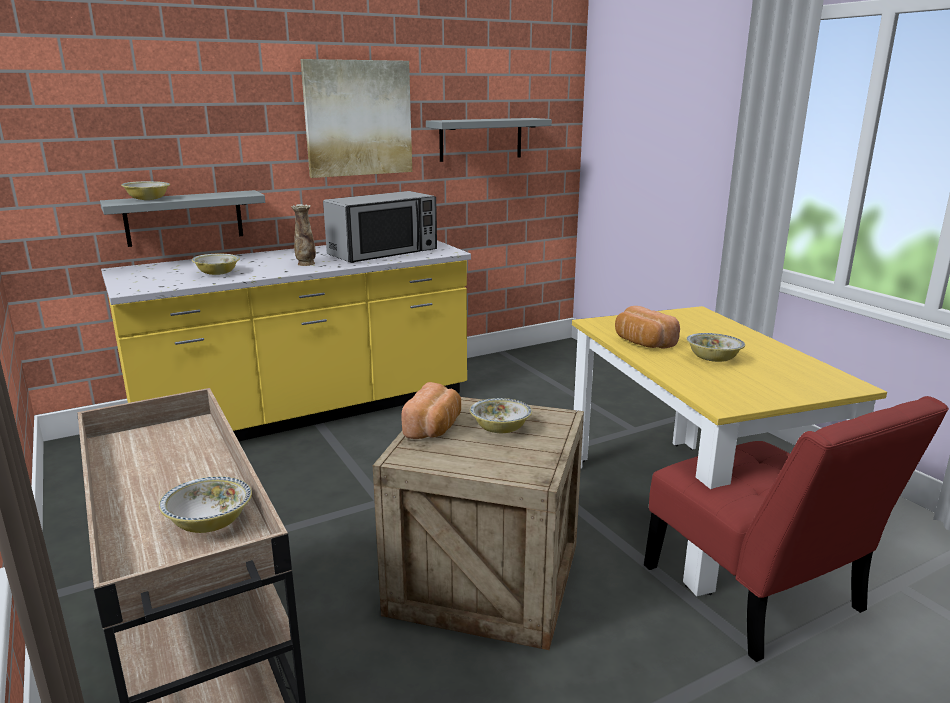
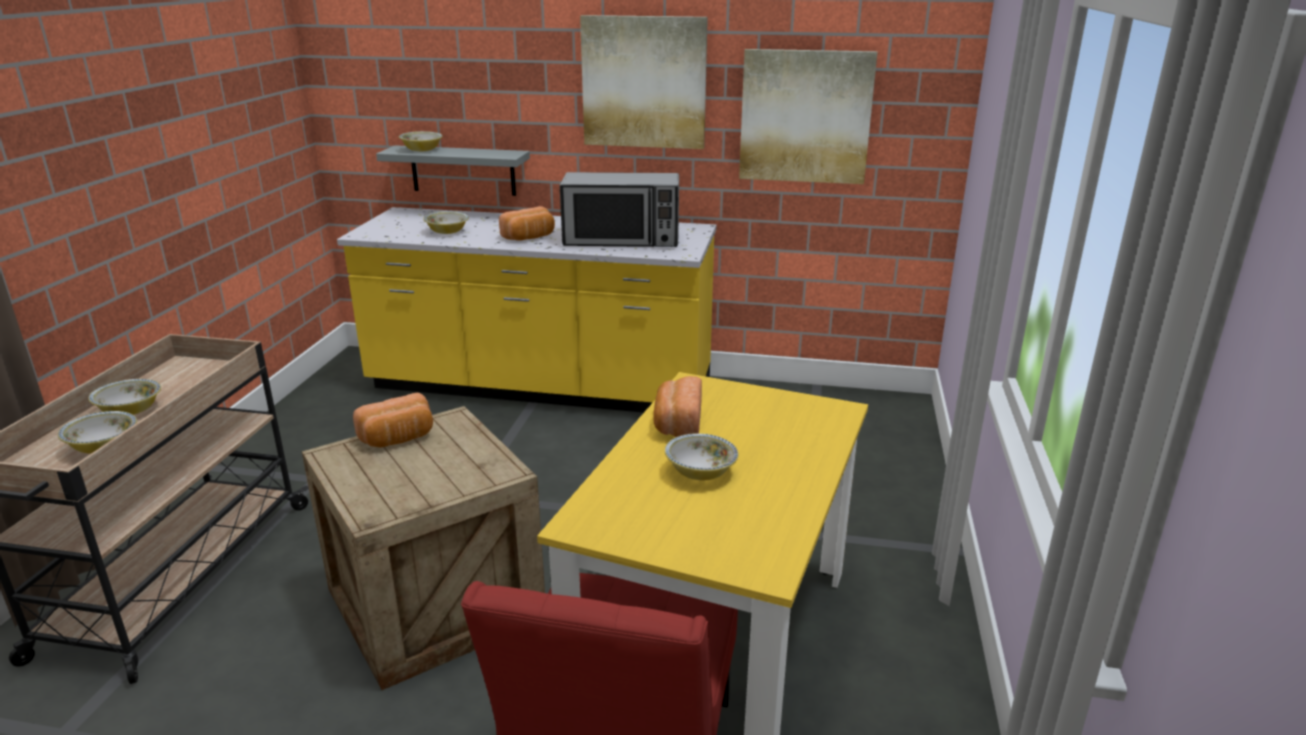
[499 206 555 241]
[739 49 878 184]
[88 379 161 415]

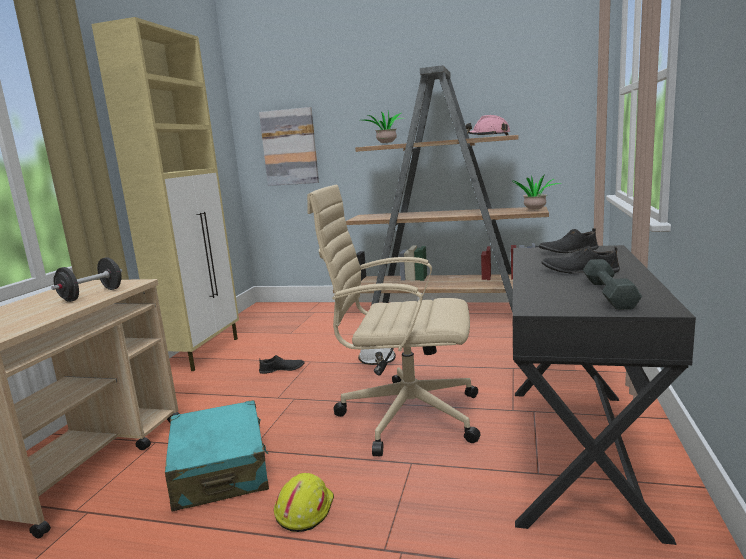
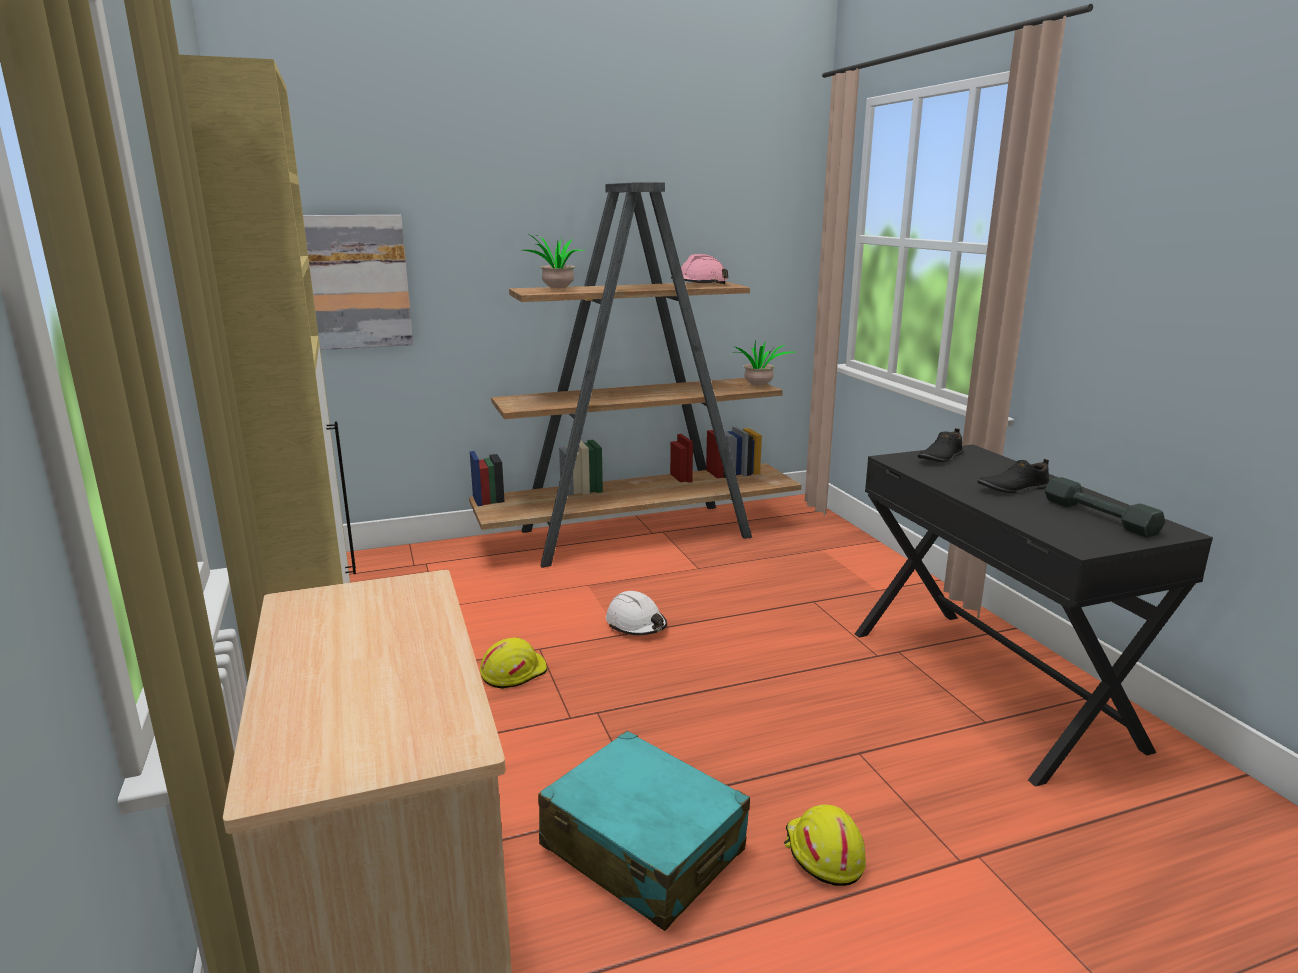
[51 257 122 302] (first image)
[480 638 547 689]
[307 185 481 456] (first image)

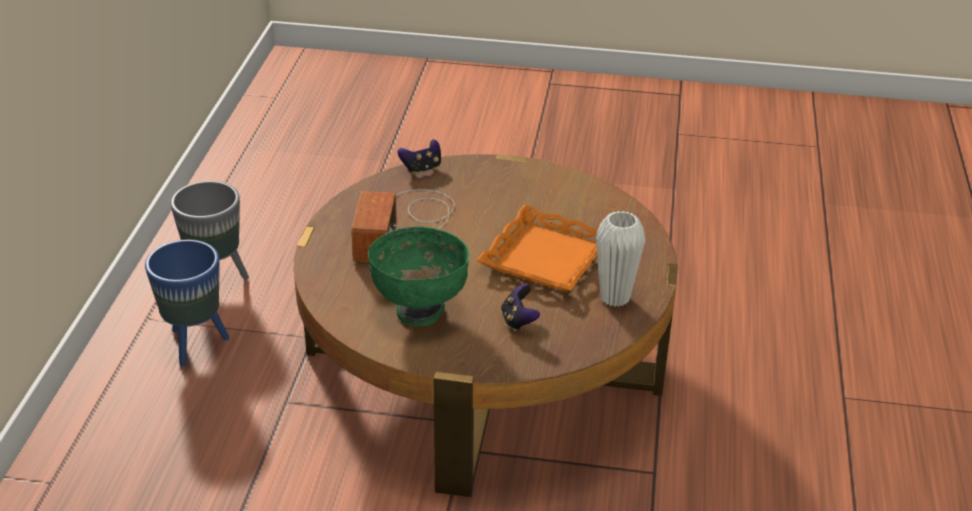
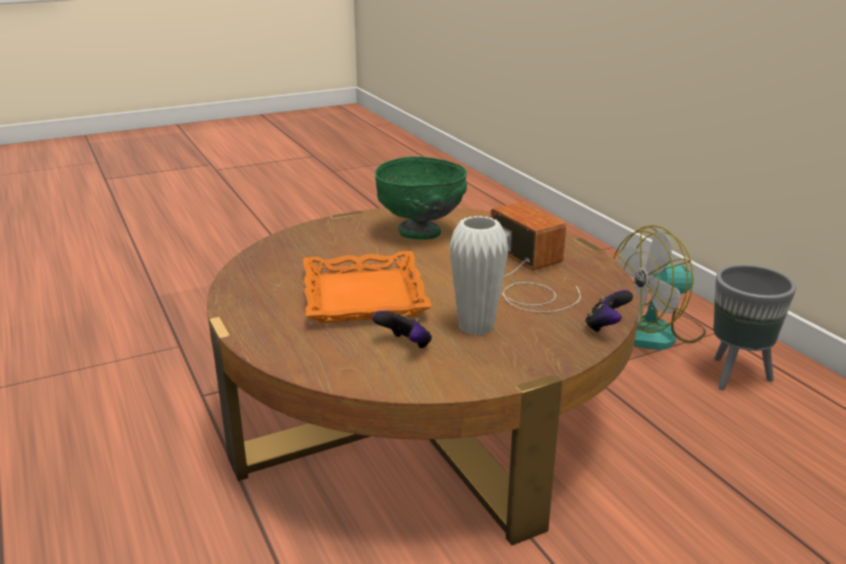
[614 225 706 350]
[372 311 432 349]
[449 216 509 336]

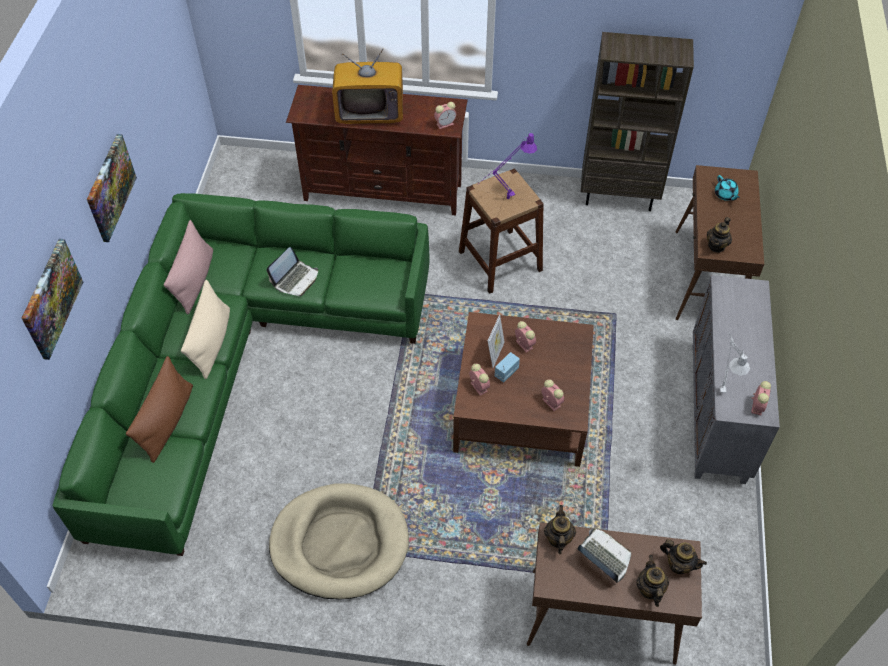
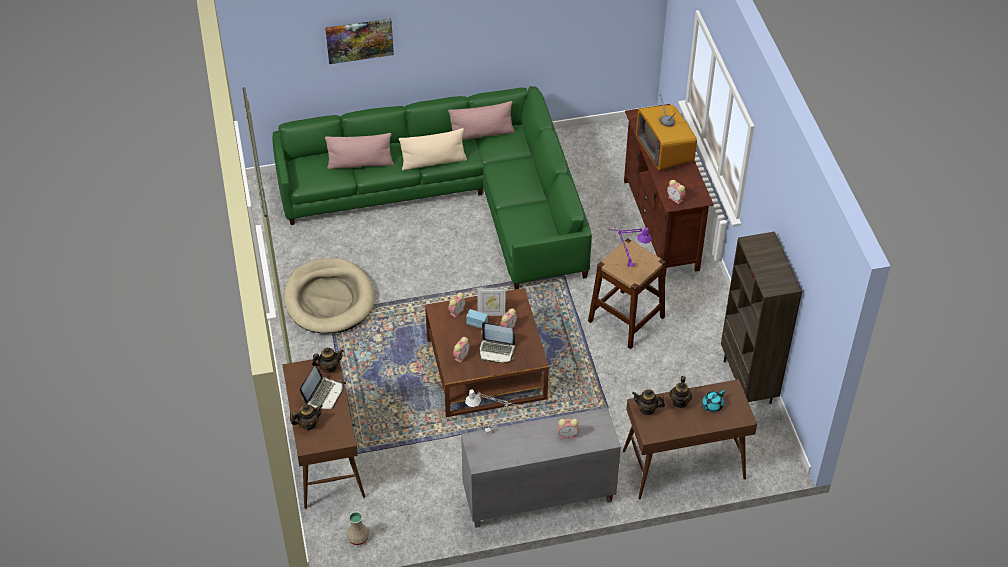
[87 134 137 242] (first image)
[325 133 394 169]
[480 322 515 363]
[669 376 692 408]
[558 419 579 439]
[346 511 369 545]

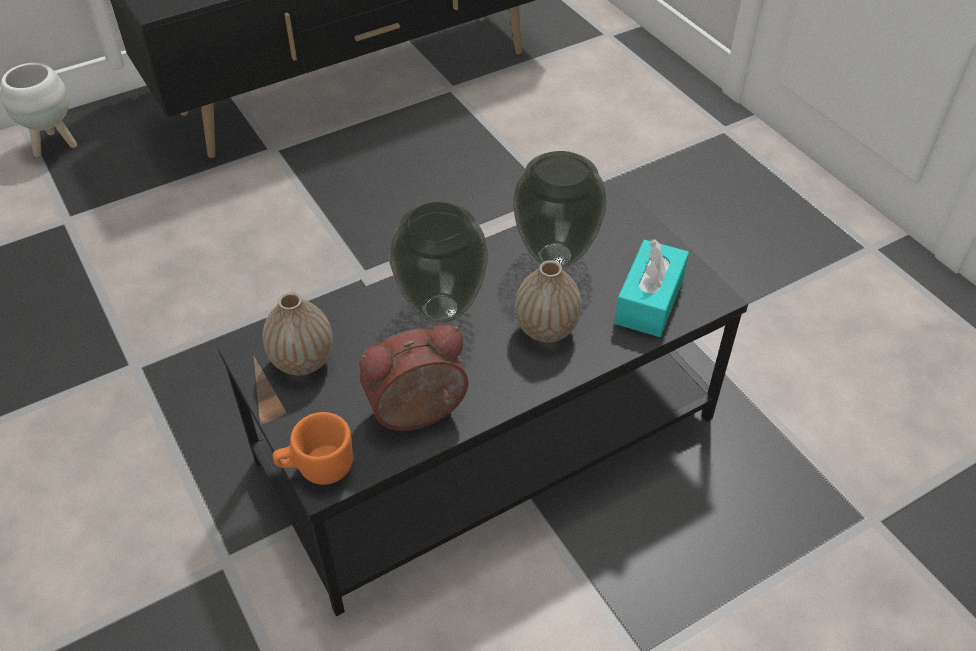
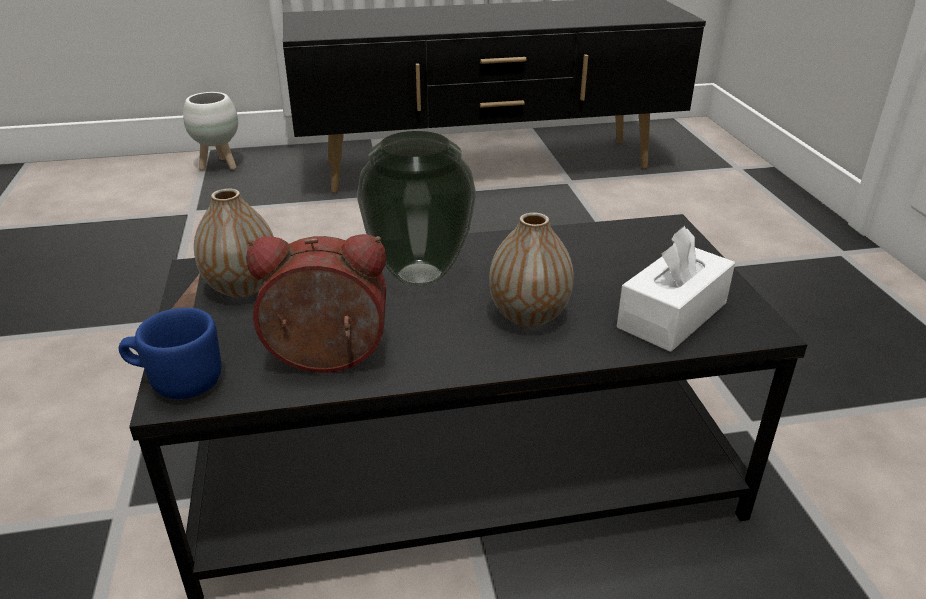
[119 308 221 399]
[512 151 607 268] (first image)
[617 226 735 352]

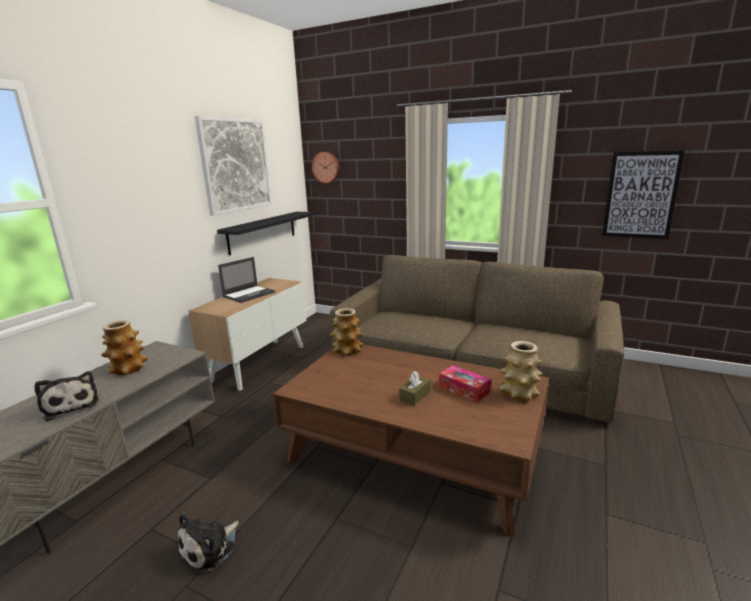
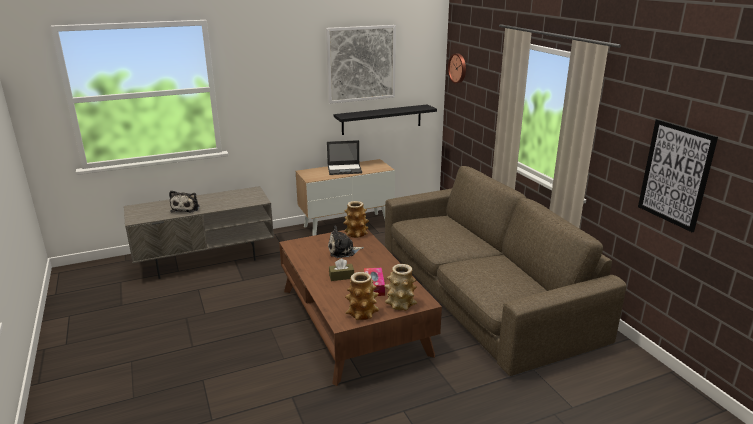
[345 272 379 320]
[328 225 364 258]

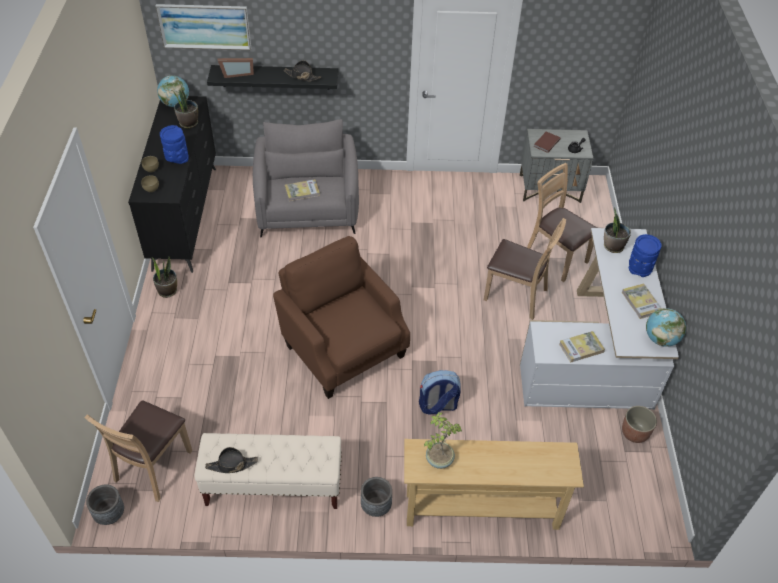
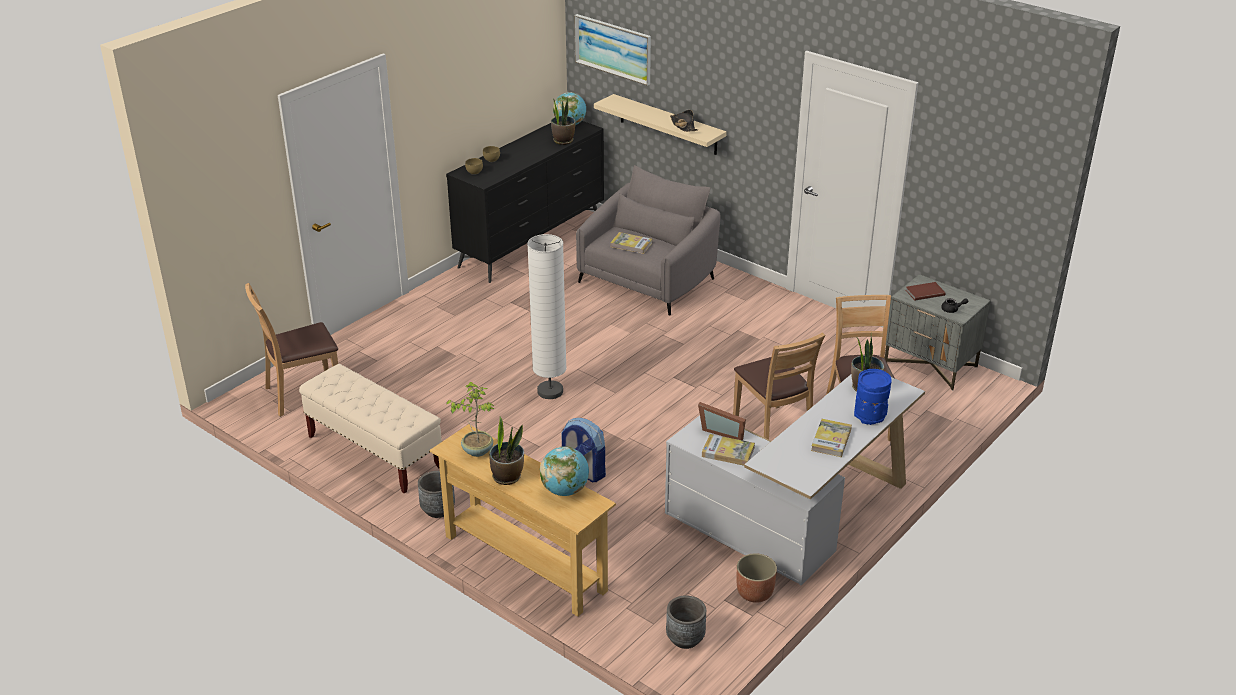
[666 595 706 649]
[489 416 524 485]
[160 125 189 164] (first image)
[205 447 258 473] (first image)
[594 94 727 155]
[698 402 746 440]
[527 234 567 399]
[540 446 589 496]

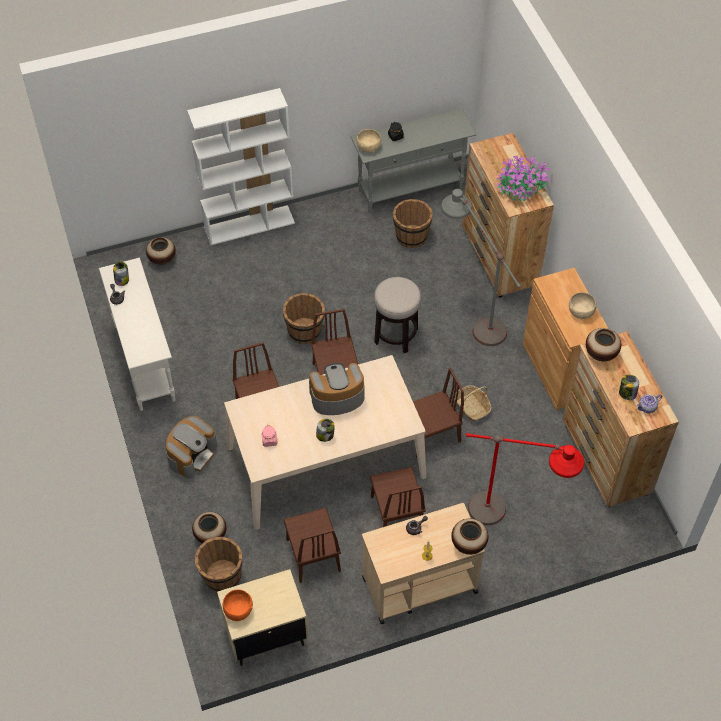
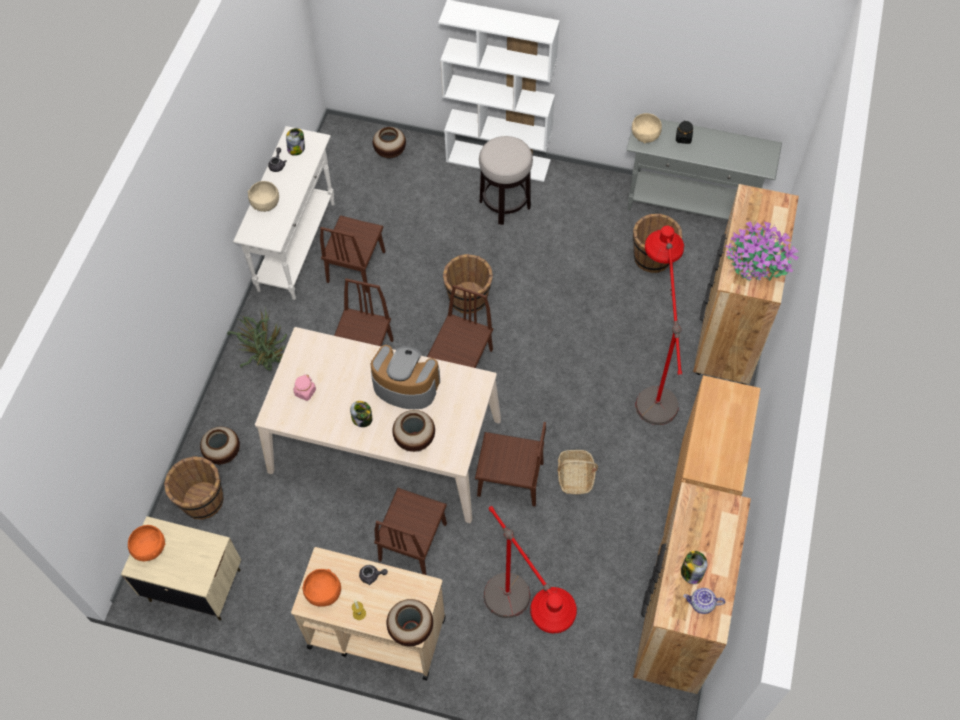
[227 307 287 371]
[320 215 385 293]
[479 136 533 225]
[636 226 684 425]
[248 181 279 212]
[392 410 435 452]
[303 569 341 607]

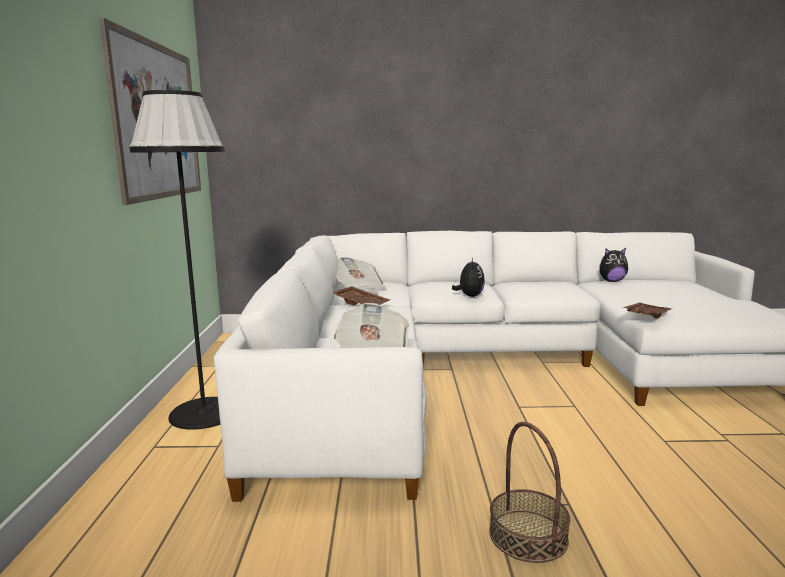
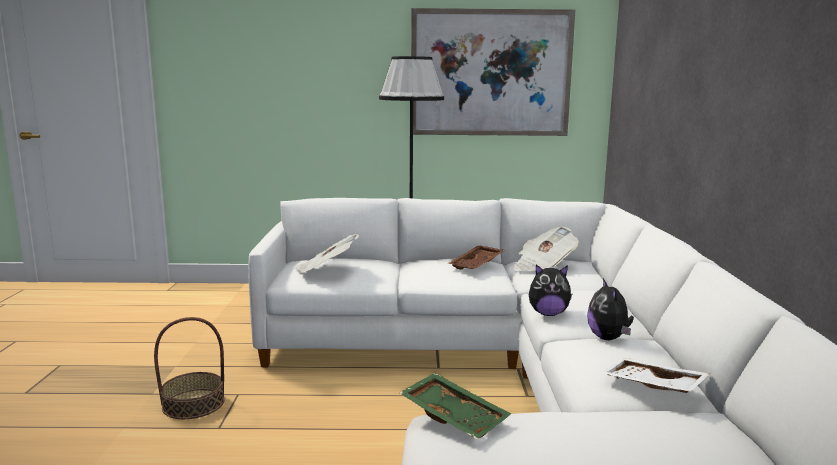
[587 278 634 340]
[399 373 511 440]
[600 358 710 393]

